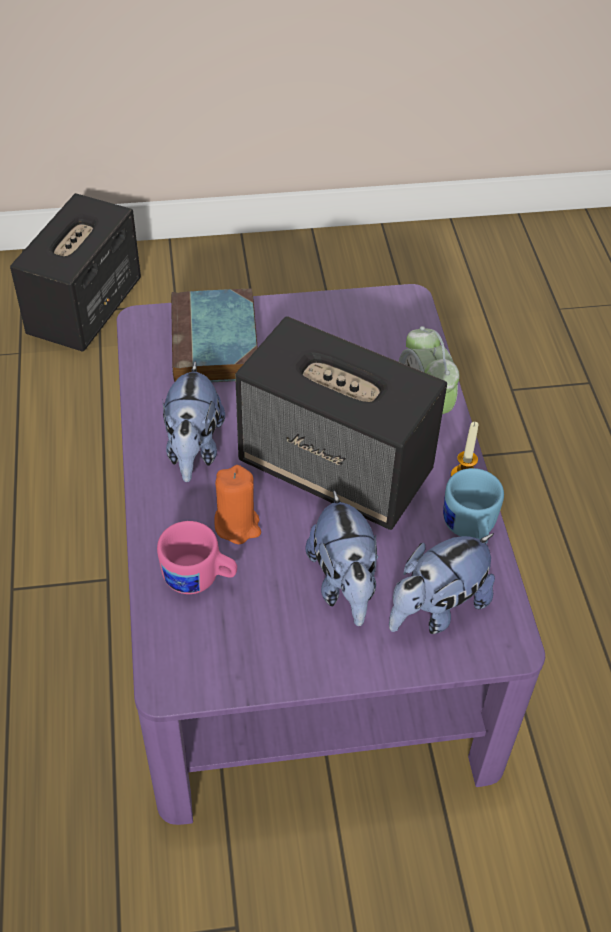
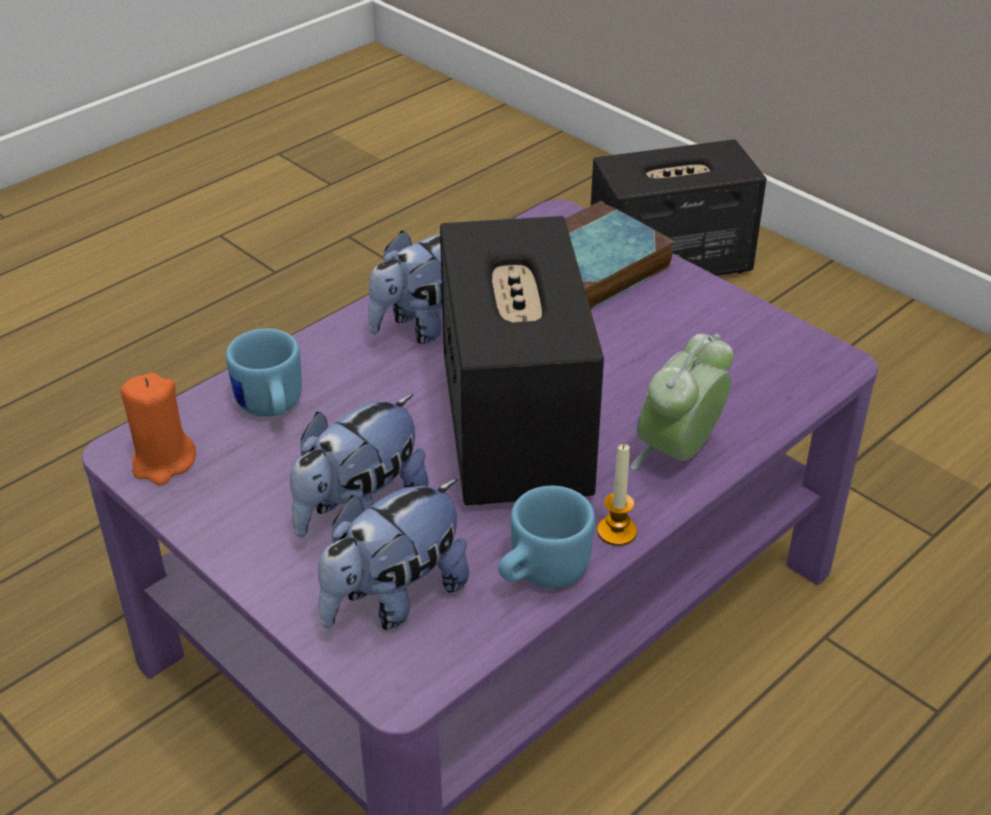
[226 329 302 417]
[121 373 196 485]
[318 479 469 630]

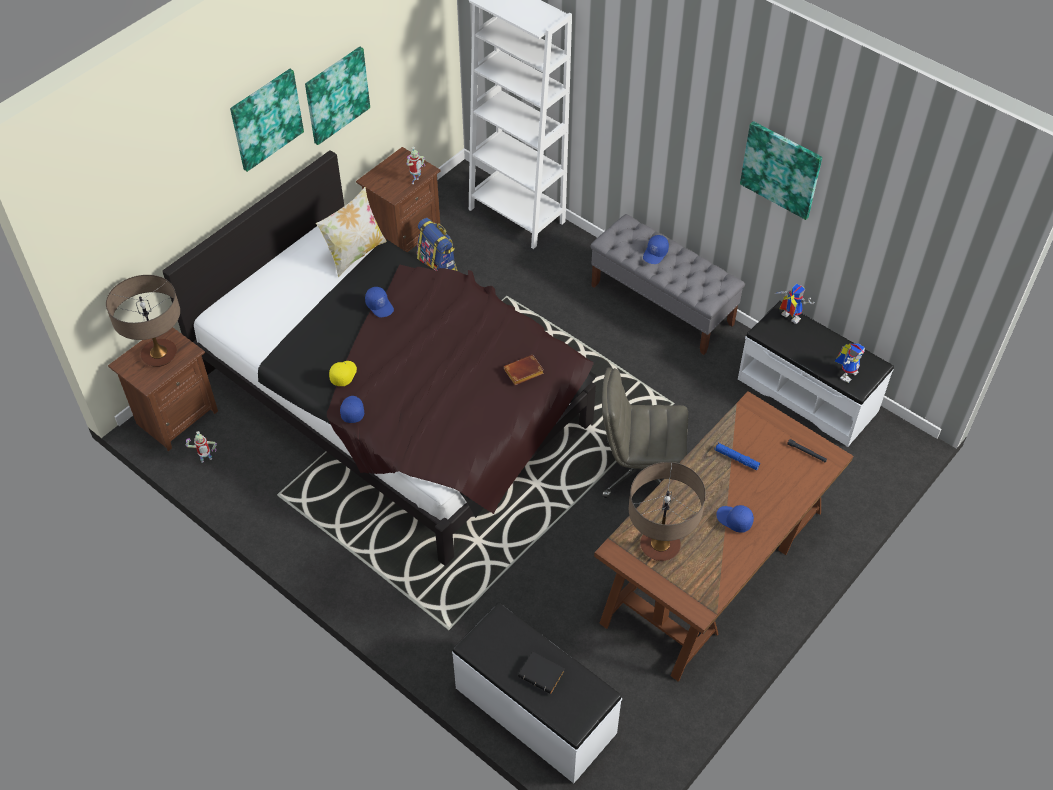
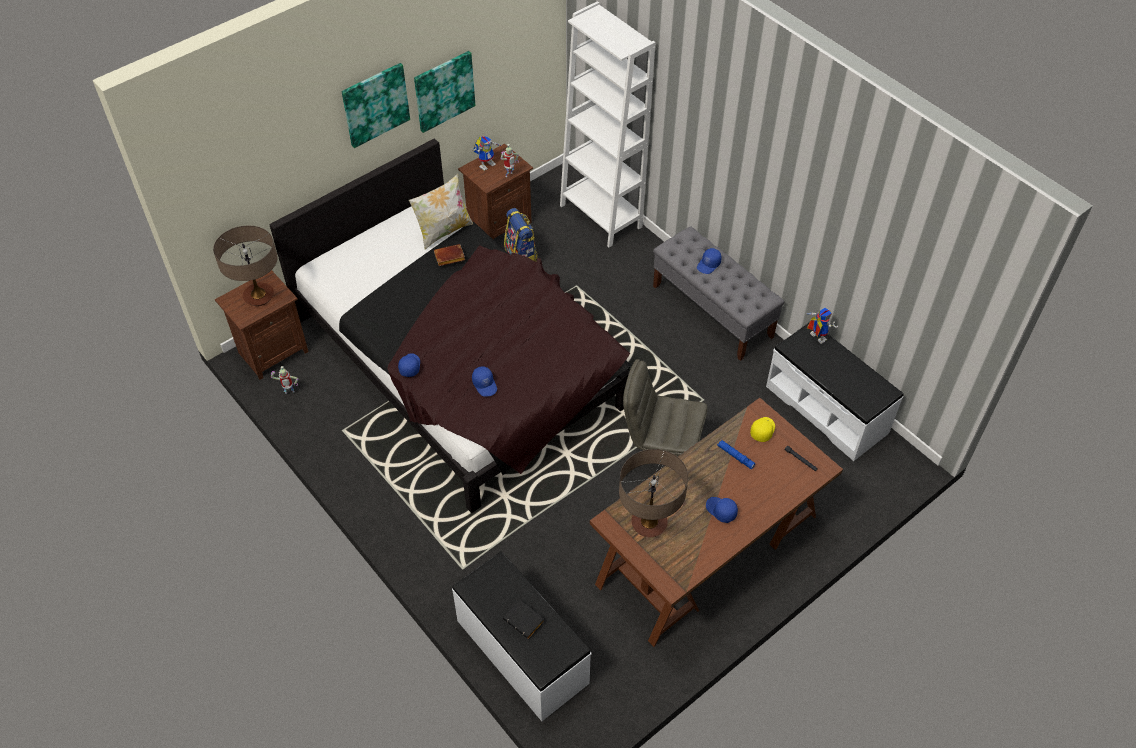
[750 417 775 442]
[472 366 497 397]
[434 244 465 266]
[740 121 822 220] (first image)
[472 136 501 171]

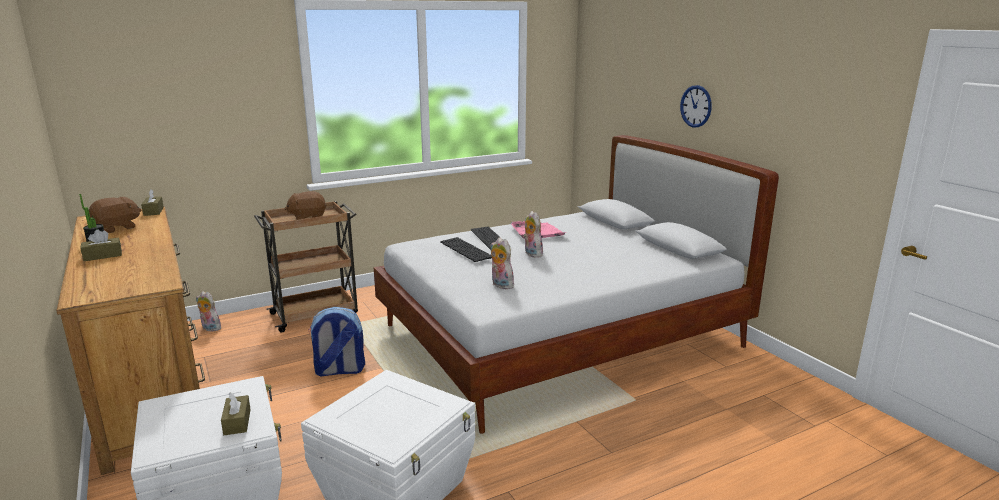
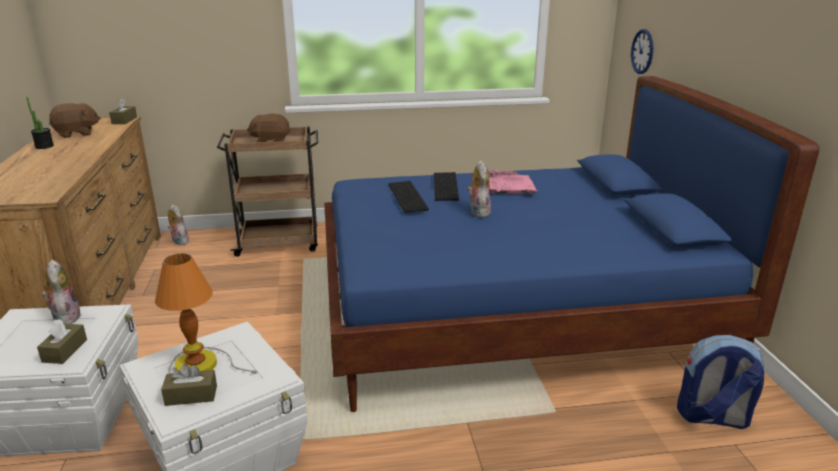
[161 364 217 406]
[677 335 765 429]
[324 76 819 412]
[42 259 81 324]
[631 29 653 74]
[155 253 257 374]

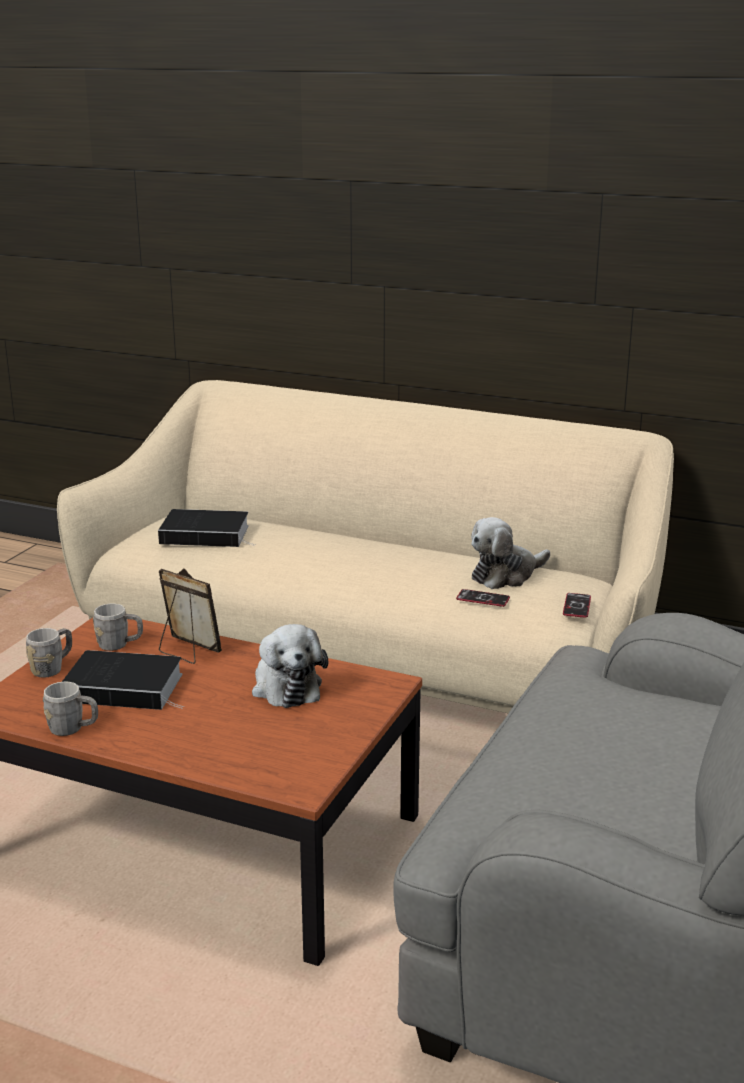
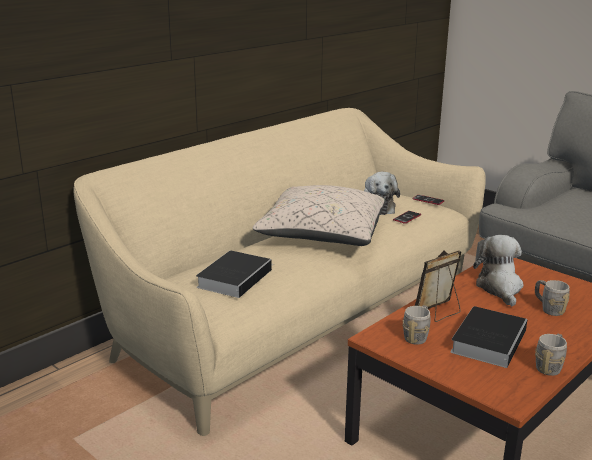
[535 280 570 316]
[473 235 524 306]
[253 185 386 246]

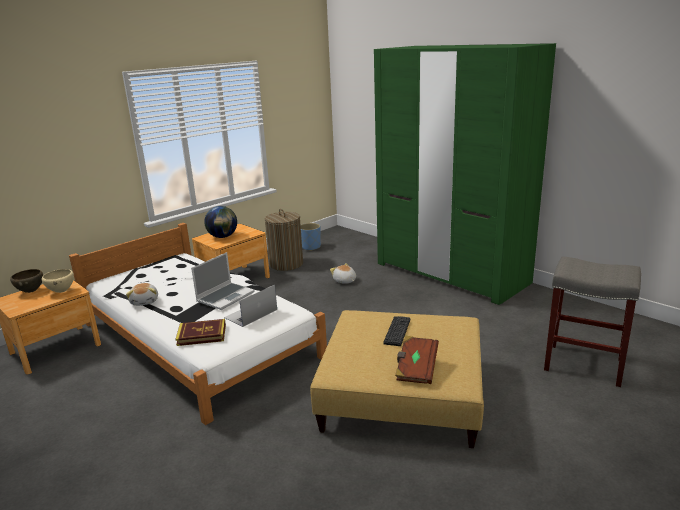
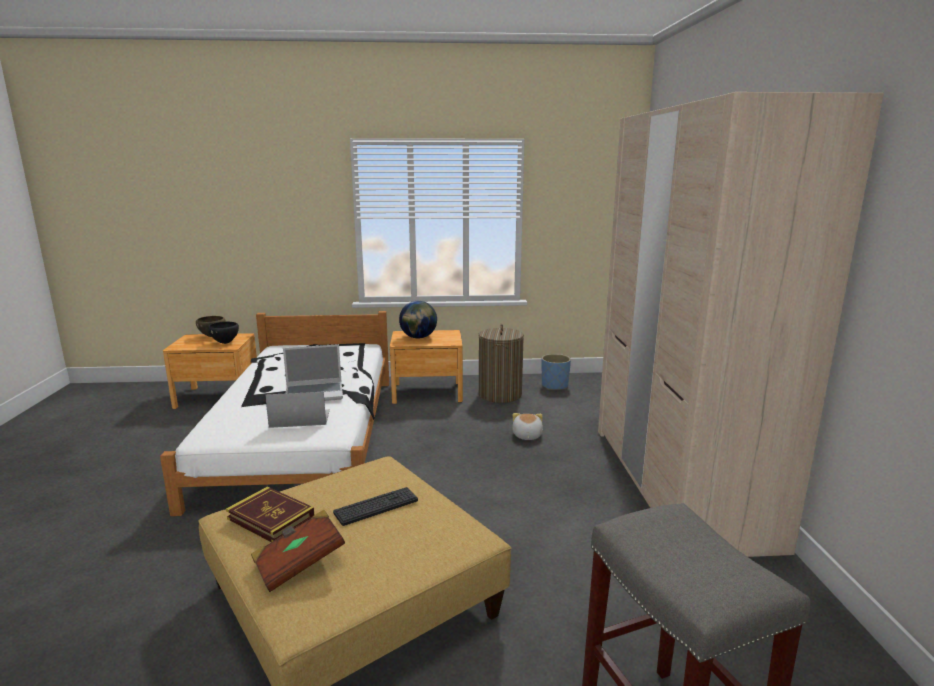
[208 322 239 344]
[126 283 158 306] (first image)
[226 487 314 542]
[598 92 884 557]

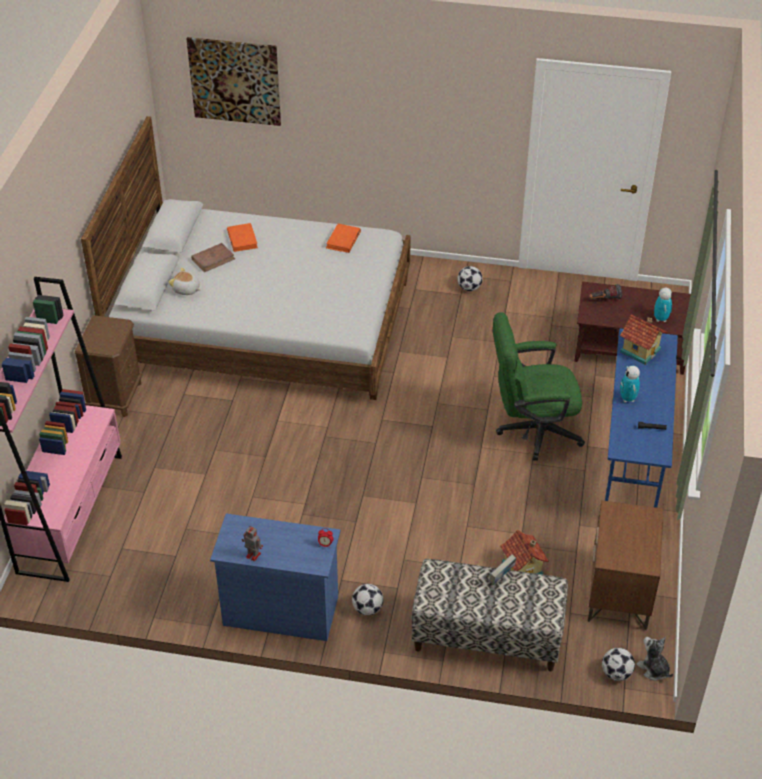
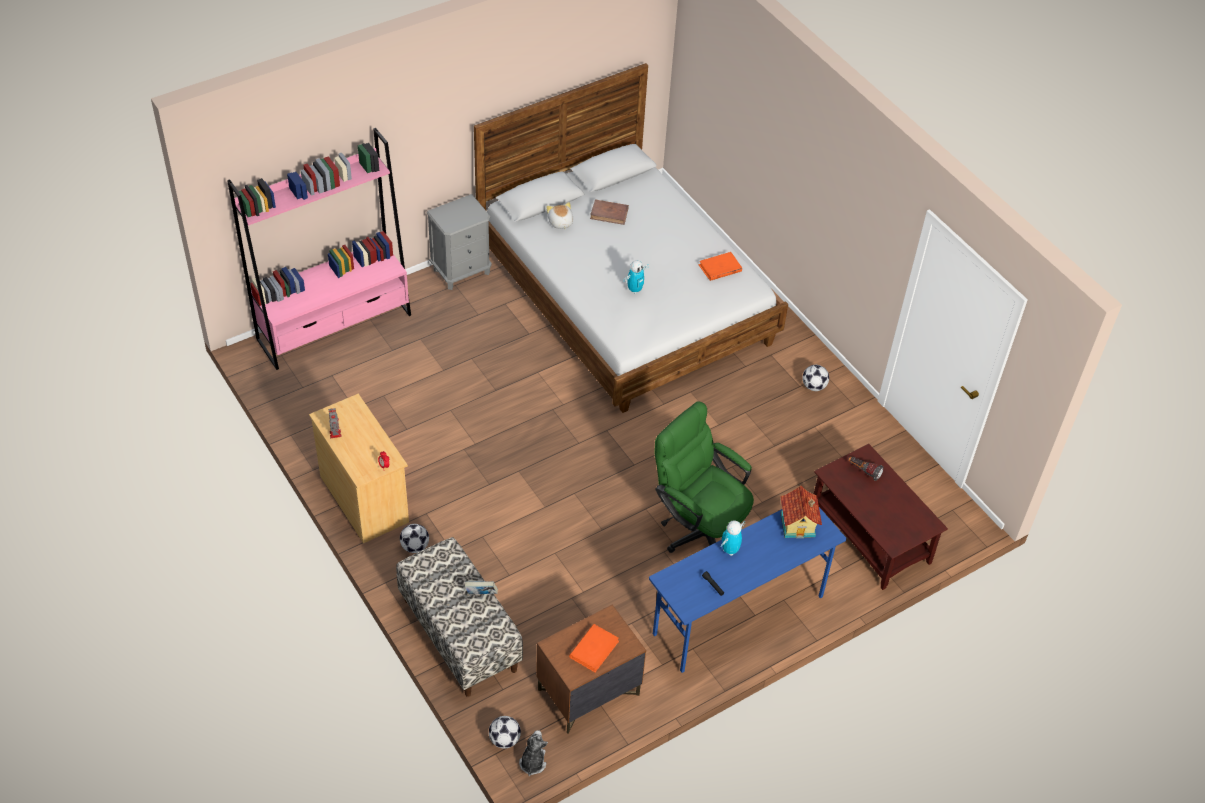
[426 194 492 290]
[186 37 281 126] (first image)
[309 394 409 543]
[569 624 619 672]
[500 530 548 575] (first image)
[624 260 649 294]

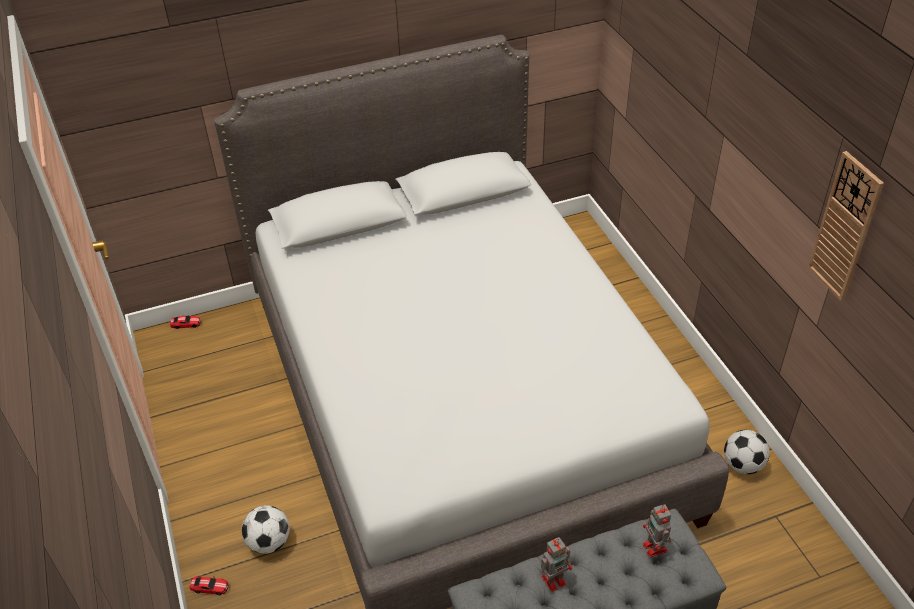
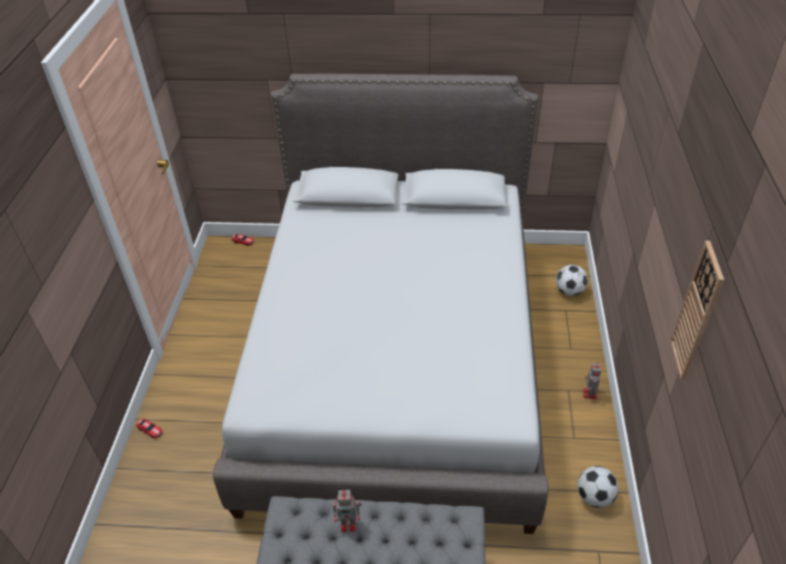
[556 265 588 296]
[583 364 601 399]

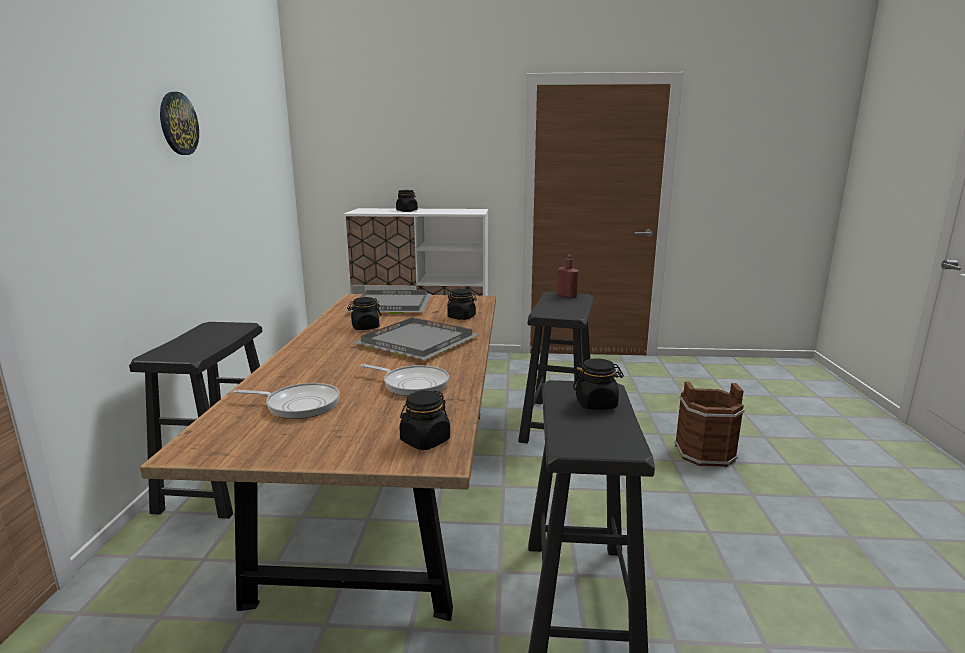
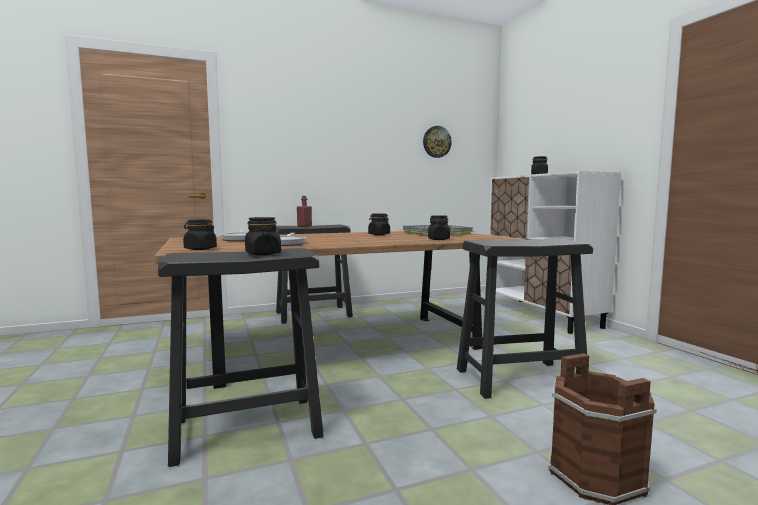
[423 126 452 158]
[353 317 480 360] (first image)
[297 196 312 227]

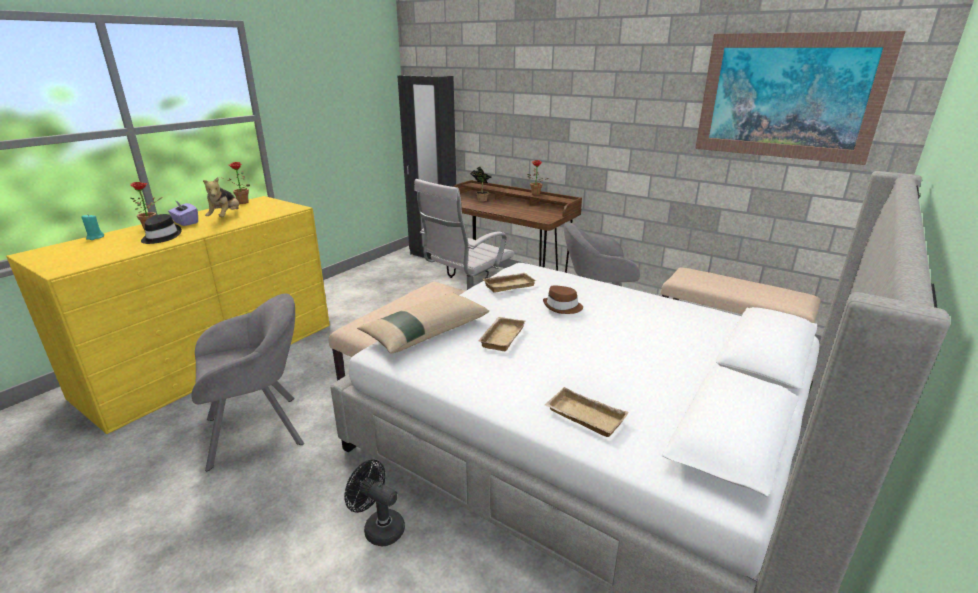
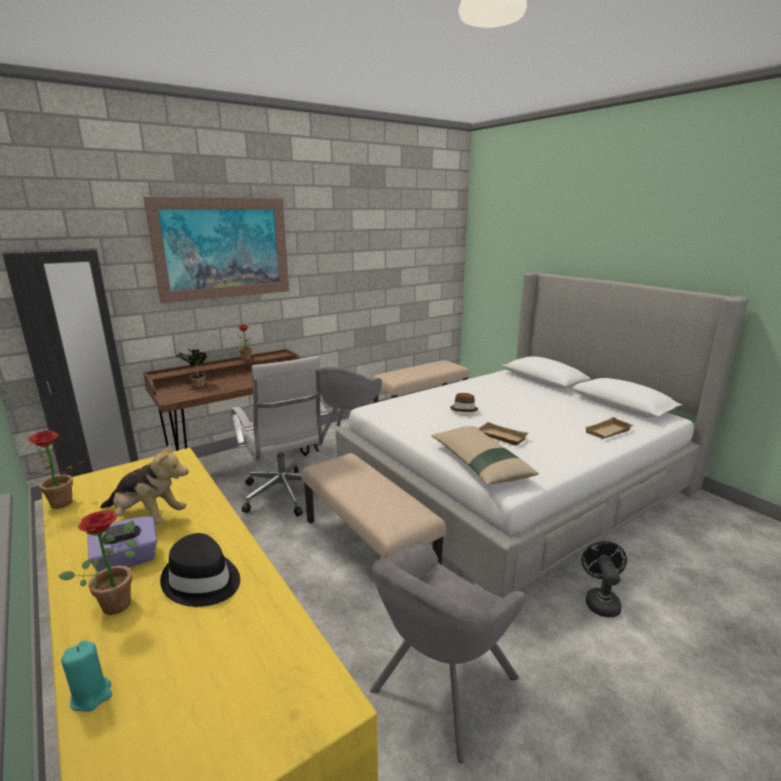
[370 542 526 763]
[582 541 627 617]
[483 273 536 293] (first image)
[143 197 289 304]

